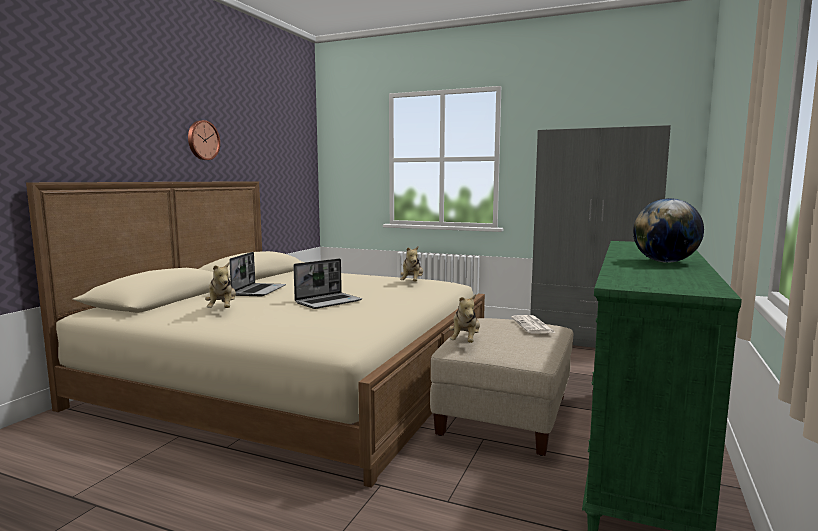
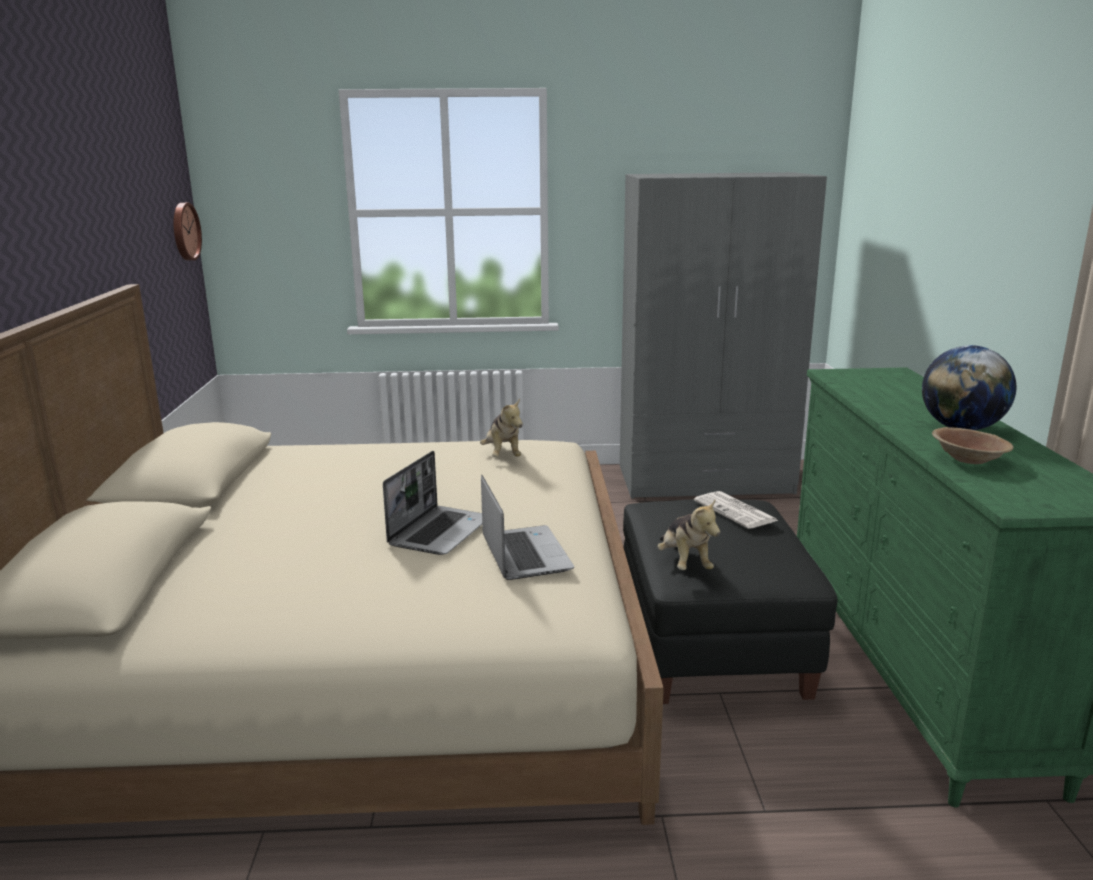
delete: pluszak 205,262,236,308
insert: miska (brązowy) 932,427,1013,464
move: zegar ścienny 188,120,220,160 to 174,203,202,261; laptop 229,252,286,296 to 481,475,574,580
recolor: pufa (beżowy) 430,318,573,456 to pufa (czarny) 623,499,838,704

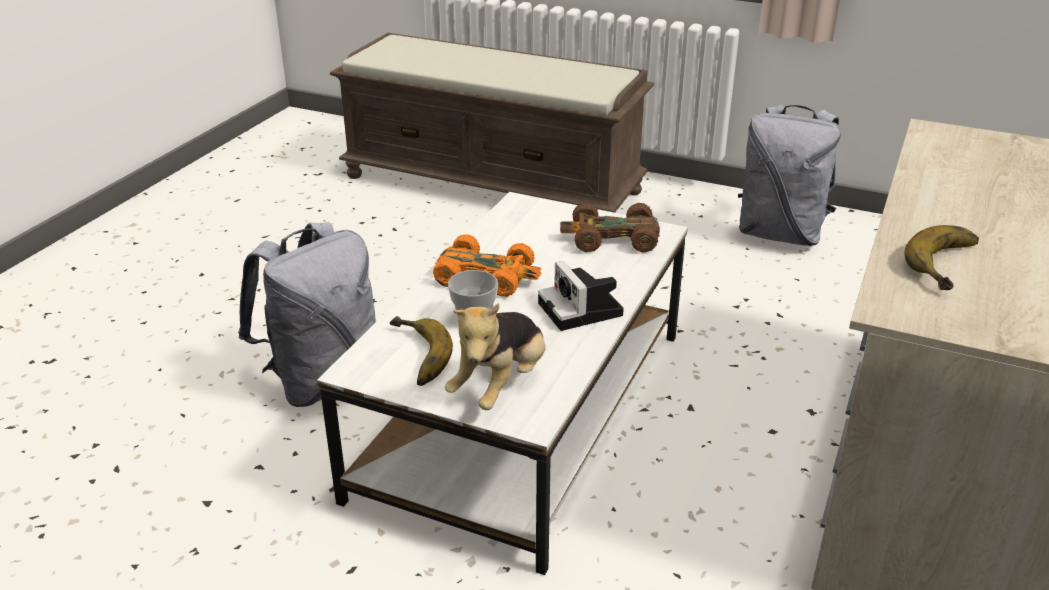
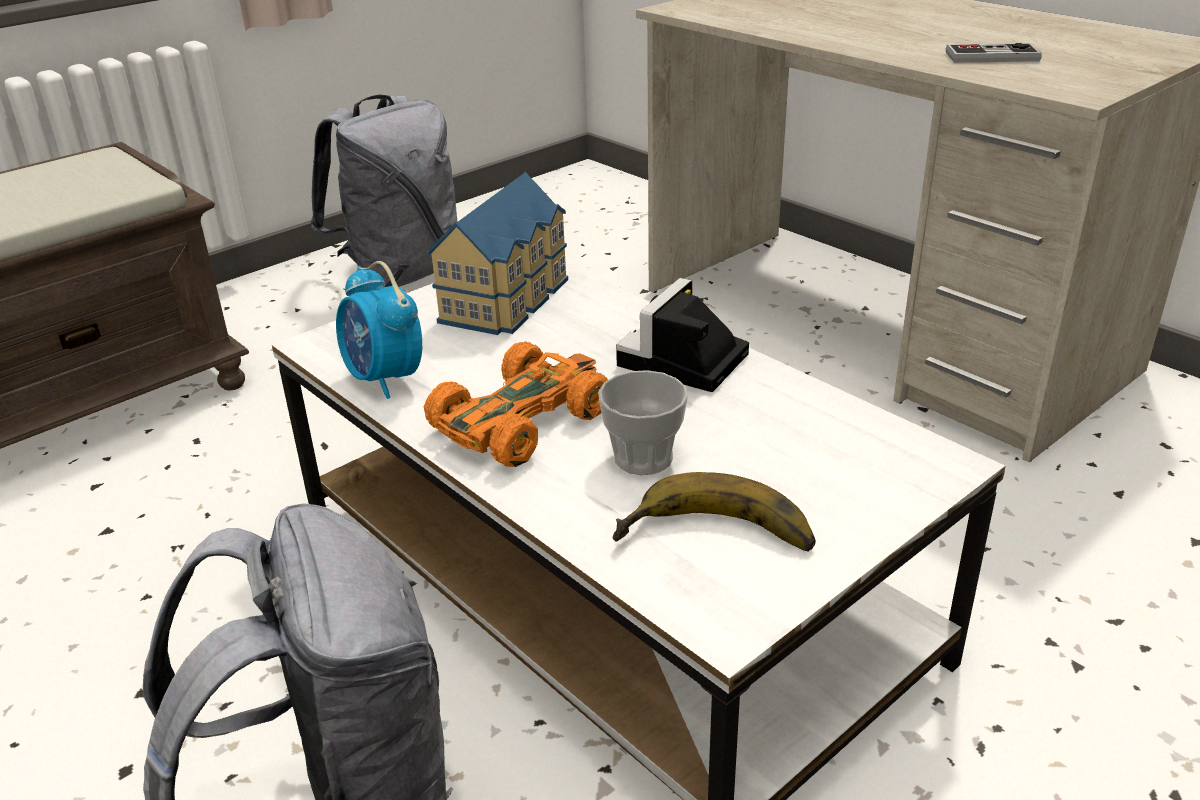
delete: pluszak 445,303,546,410
insert: budzik 336,261,422,399
replace: samochodzik (brązowy) 560,203,660,253 to domek 427,172,568,335; banan 904,225,979,290 to pad do gier 946,43,1041,63
rotate: aparat fotograficzny 538,261,624,331 = 616,278,749,392 120 degrees clockwise

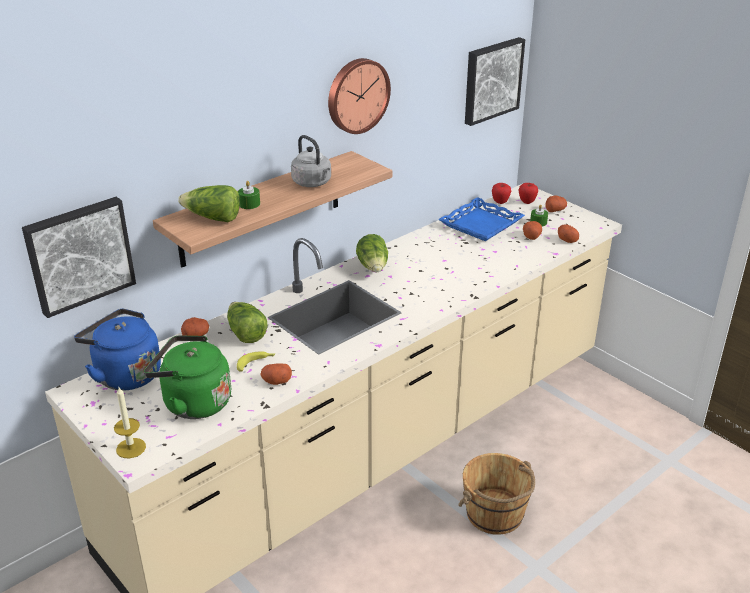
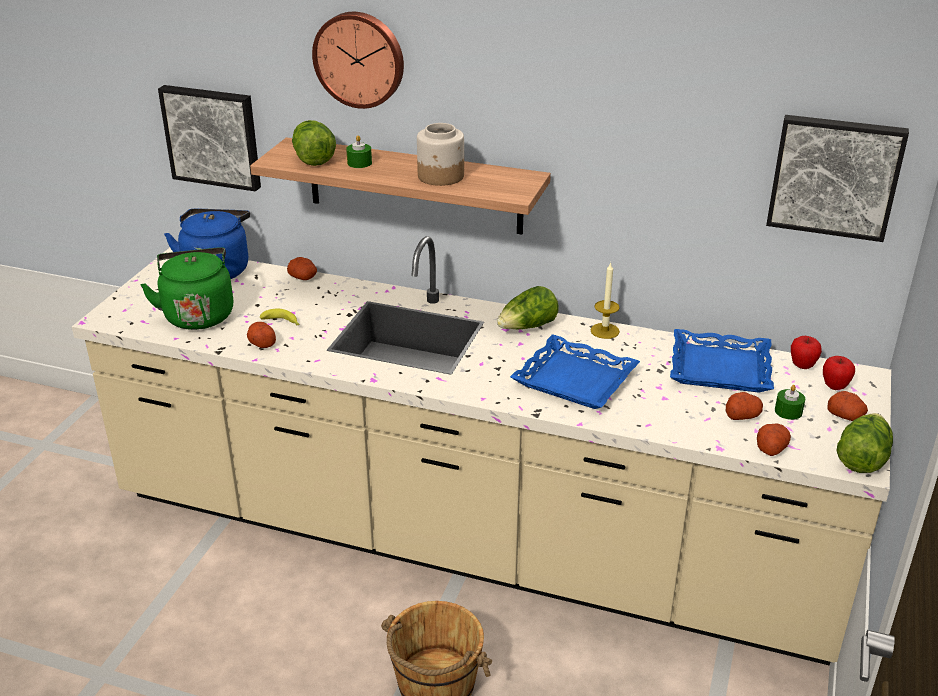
insert: taca (niebieski) 510,334,640,409
move: zegar ścienny 328,58,391,134 to 312,12,404,109; świeca 114,387,146,458 to 591,262,620,339; sałata 227,302,268,343 to 836,413,893,473
replace: czajnik (szary) 291,135,331,187 to słoik 417,123,464,186

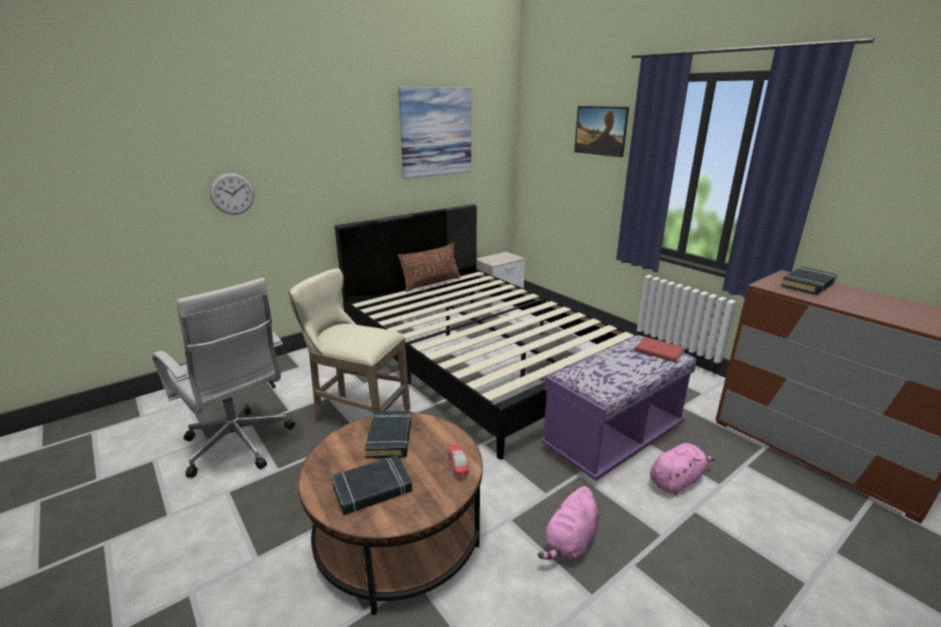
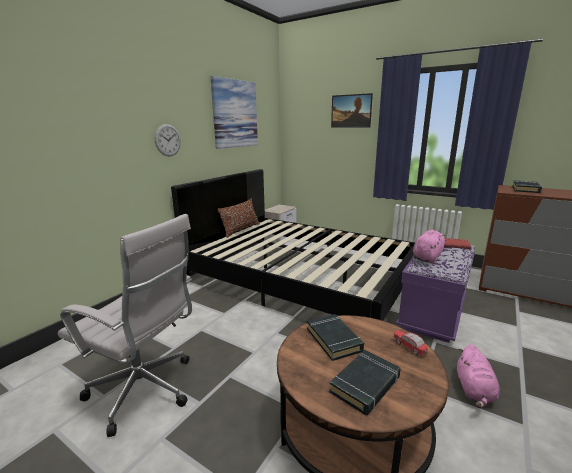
delete: stołek (beżowy) 289,268,410,422
move: zegar ścienny 210,173,254,215 to 155,124,181,156; pluszak (różowy) 650,443,716,495 to 413,230,446,264

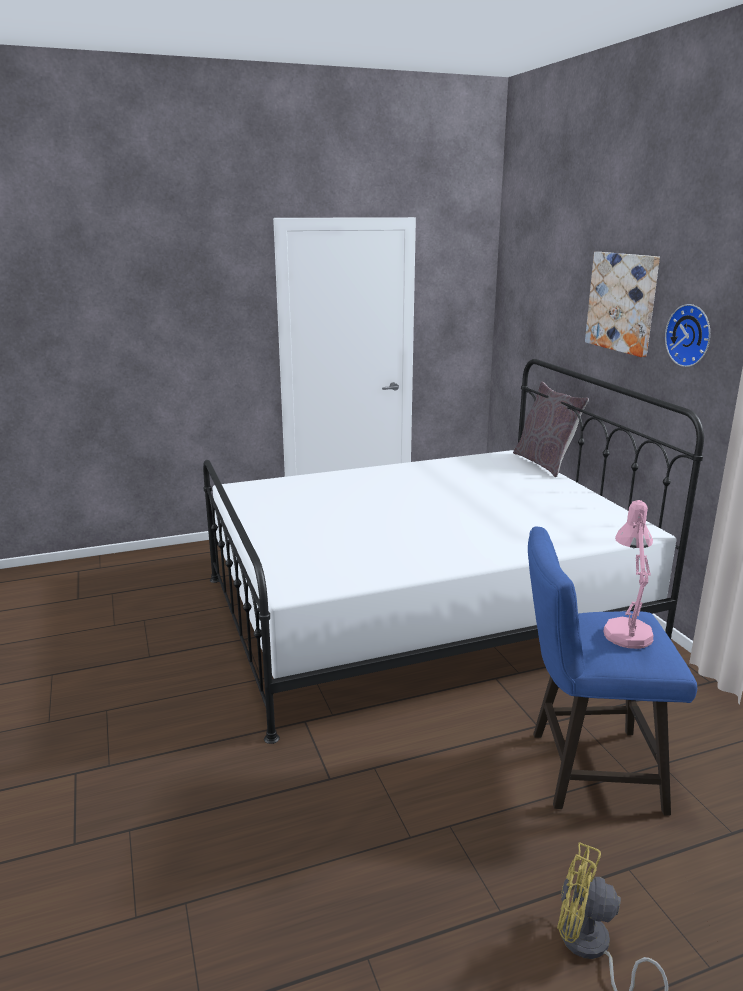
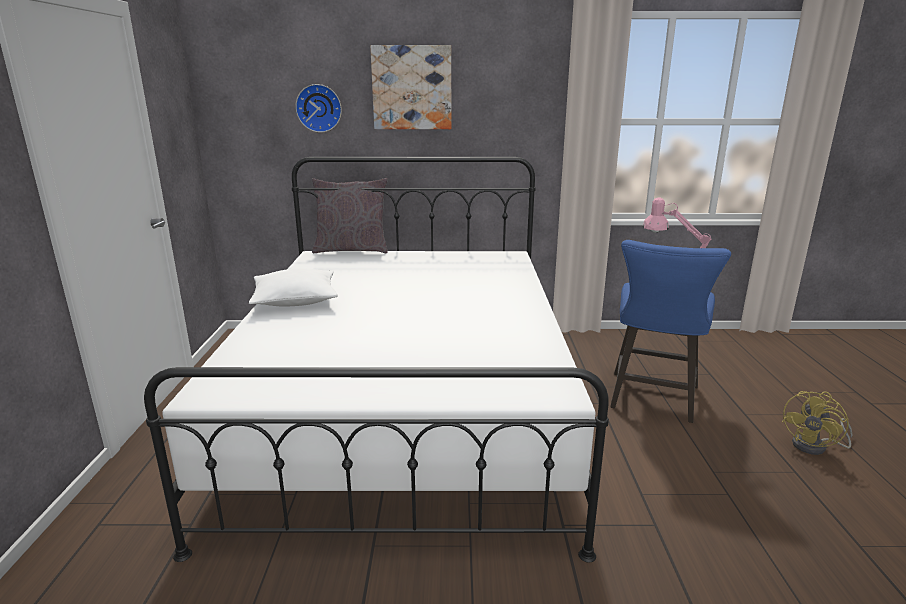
insert: poduszka (biały) 249,268,338,306
move: zegar ścienny 665,304,710,367 to 295,84,342,133

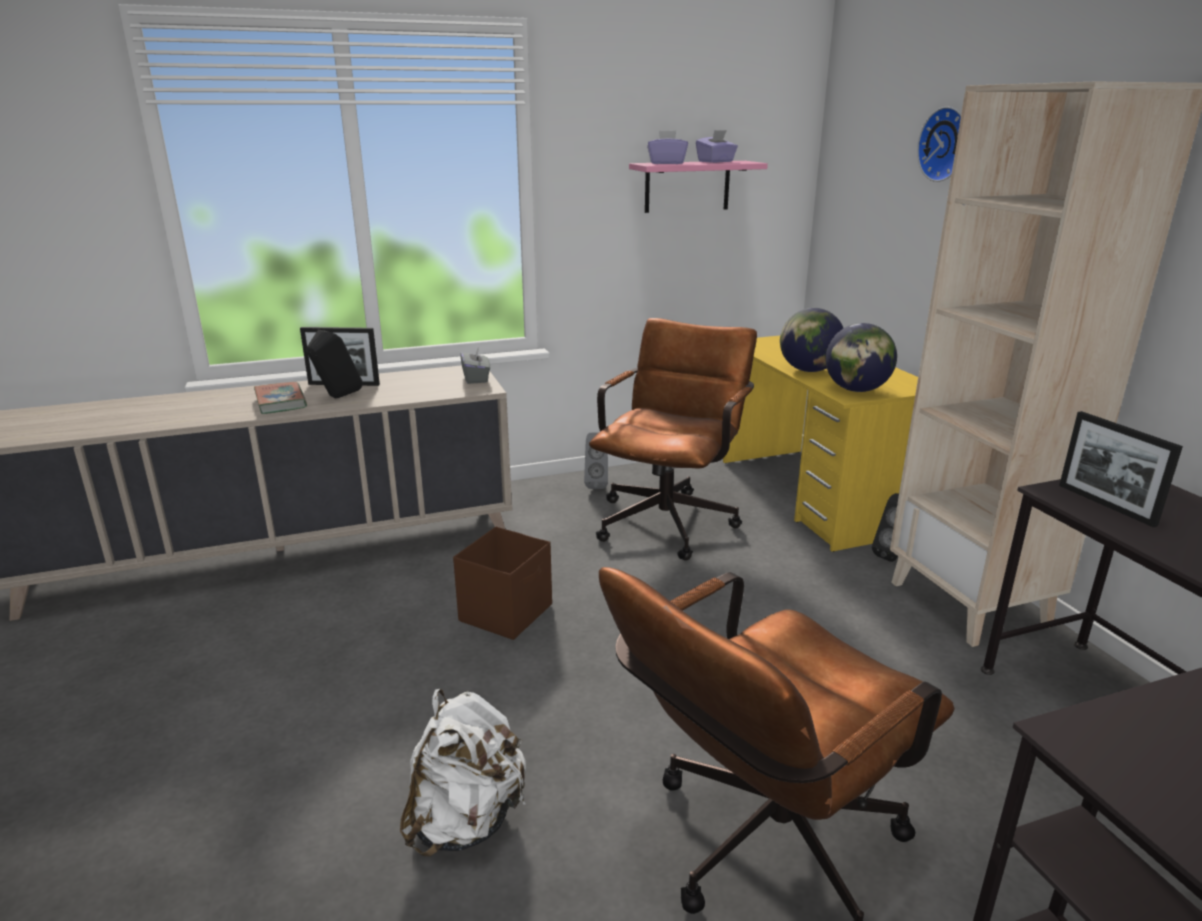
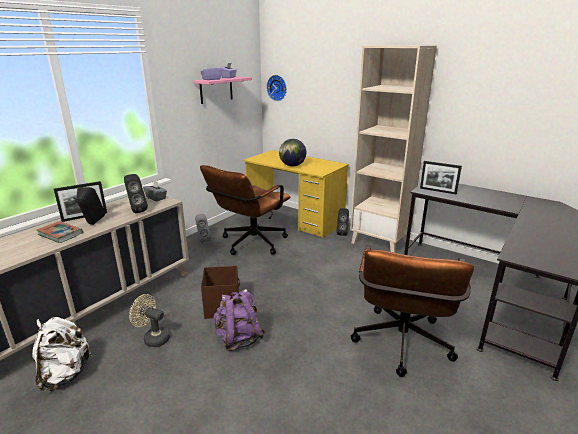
delete: globus 825,323,897,392
insert: głośnik (czarny) 124,174,148,213; wentylator (beżowy) 129,294,170,347; plecak (fioletowy) 213,289,265,351
move: plecak (biały) 400,689,526,857 to 32,317,92,391; zegar ścienny 917,107,961,182 to 266,75,287,101
rotate: krzesło biurowe (brązowy) 589,318,757,561 = 200,165,290,255 135 degrees counterclockwise

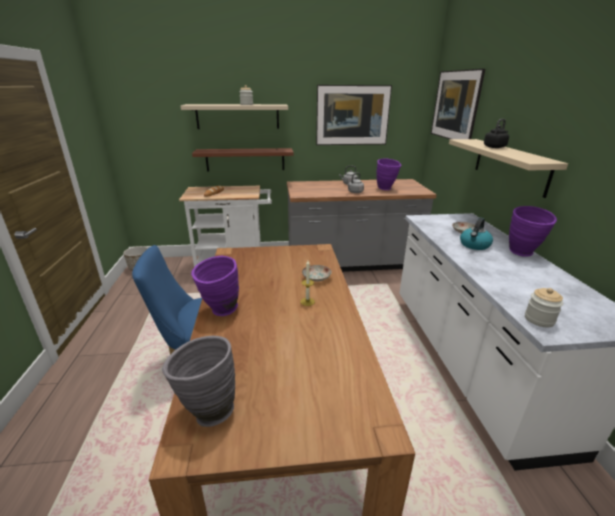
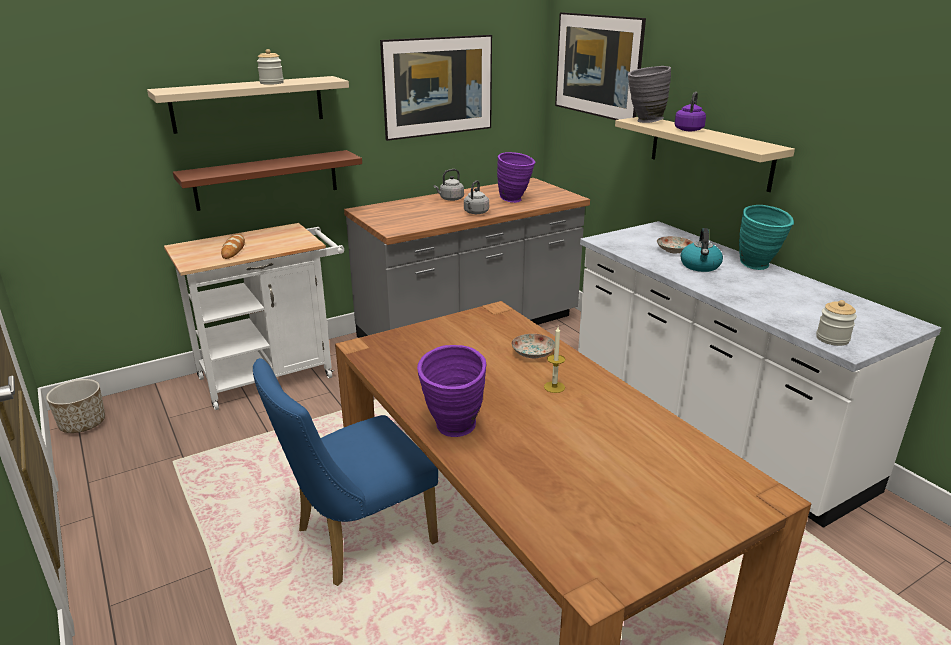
move: wazon (szary) 162,336,235,427 to 628,66,671,123
recolor: czajnik (czarny) 484,119,509,148 to czajnik (fioletowy) 675,92,706,131; wazon (fioletowy) 509,206,557,257 to wazon (turkusowy) 739,205,794,270

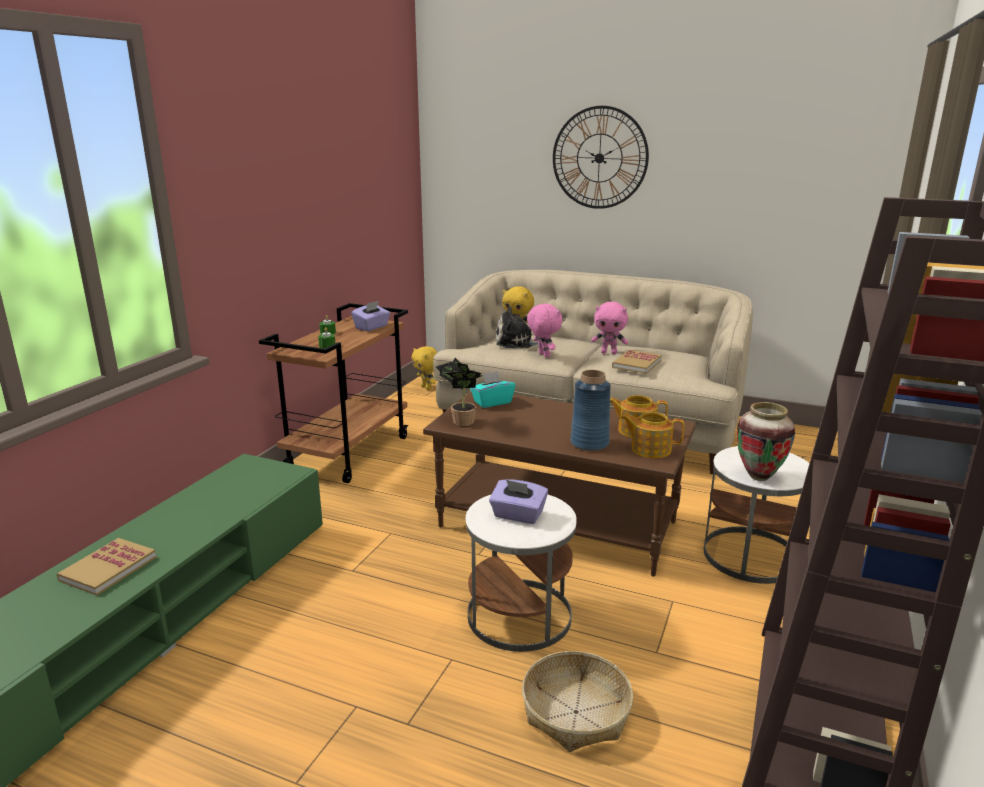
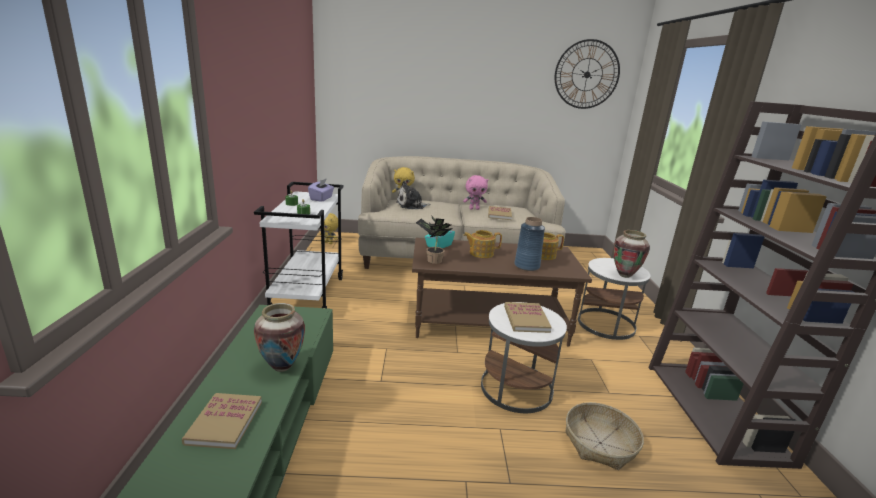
delete: pluszak (różowy) 527,303,562,358
insert: wazon 254,303,305,372
move: imbryk 620,412,684,458 to 463,230,502,258; zegar ścienny 553,106,649,209 to 555,39,620,109
replace: pudełko chusteczek (fioletowy) 489,479,548,524 to książka 504,302,552,333
recolor: wózek (brązowy) 259,303,408,483 to wózek (biały) 254,182,343,308

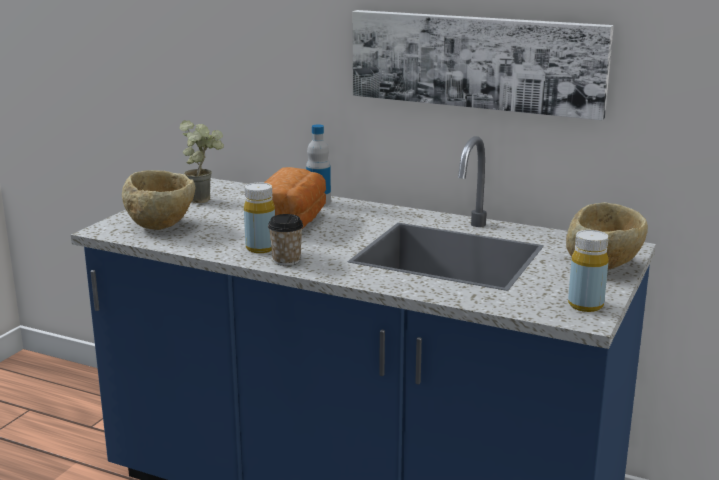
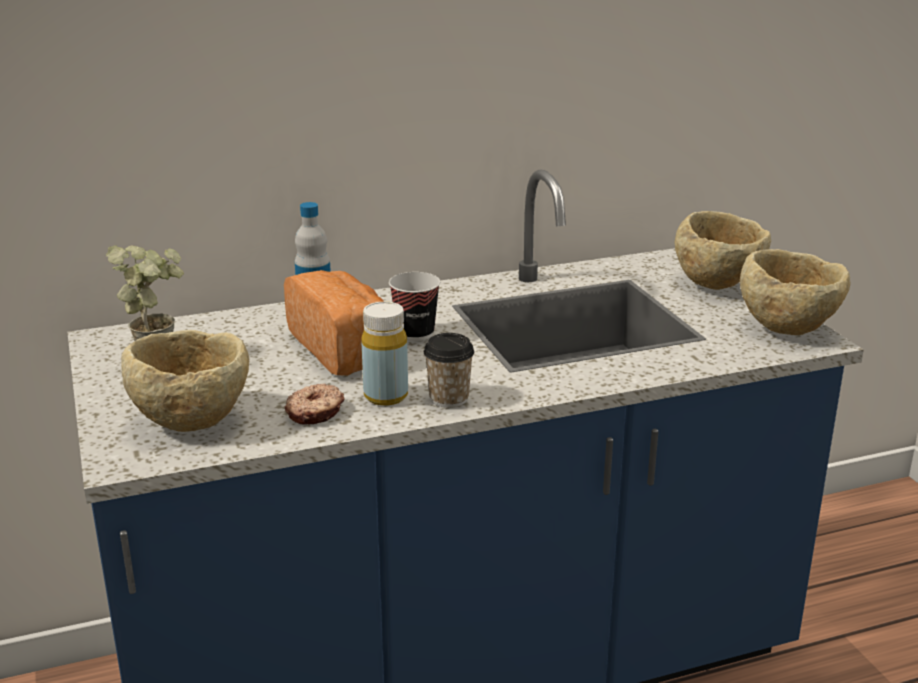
delete: obraz 353,10,614,120
insert: donut 285,384,345,425; filiżanka 389,272,440,341
replace: butelka (żółty) 568,230,609,312 to miska (beżowy) 740,249,851,335

